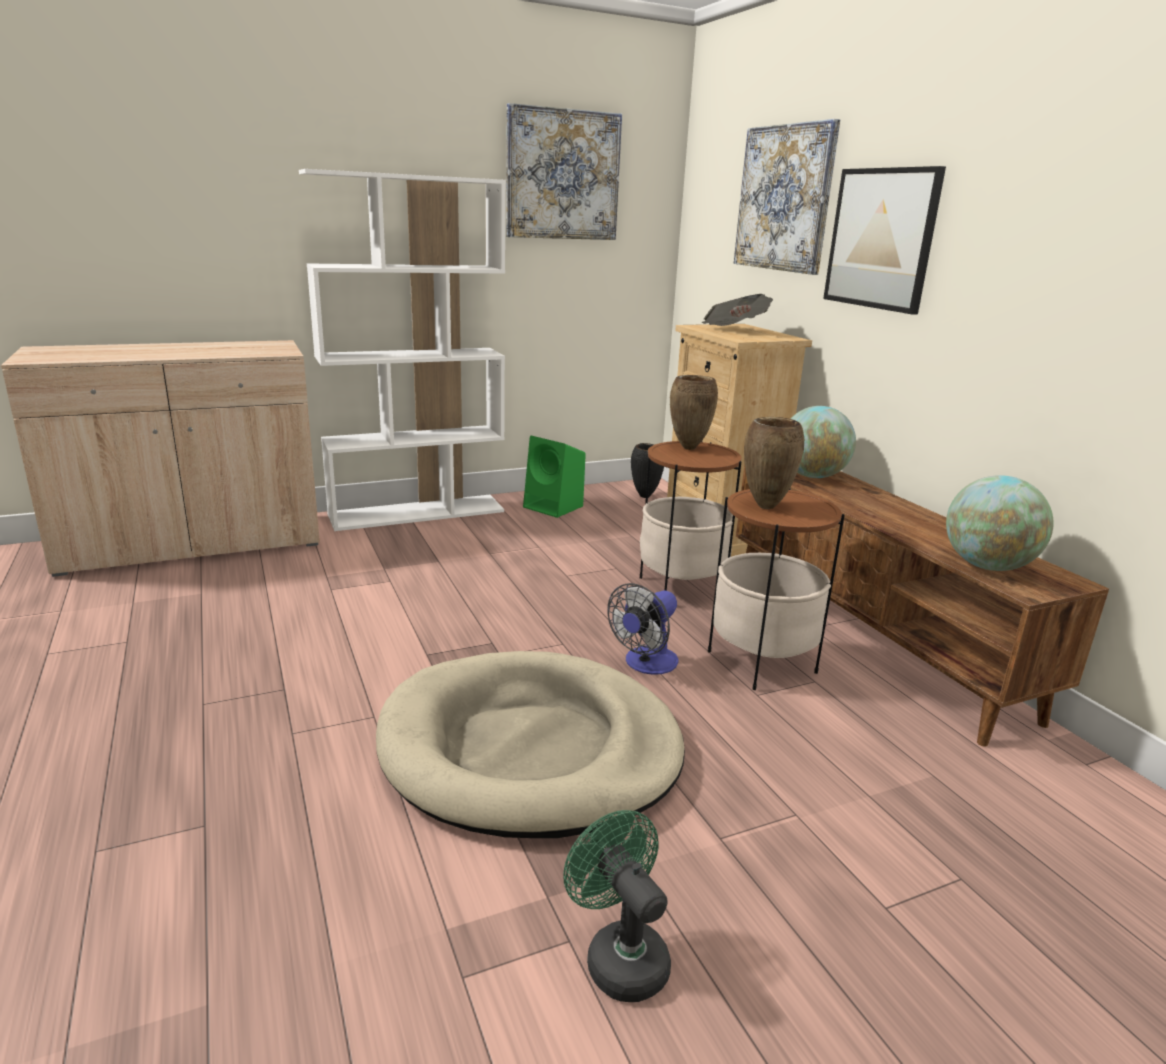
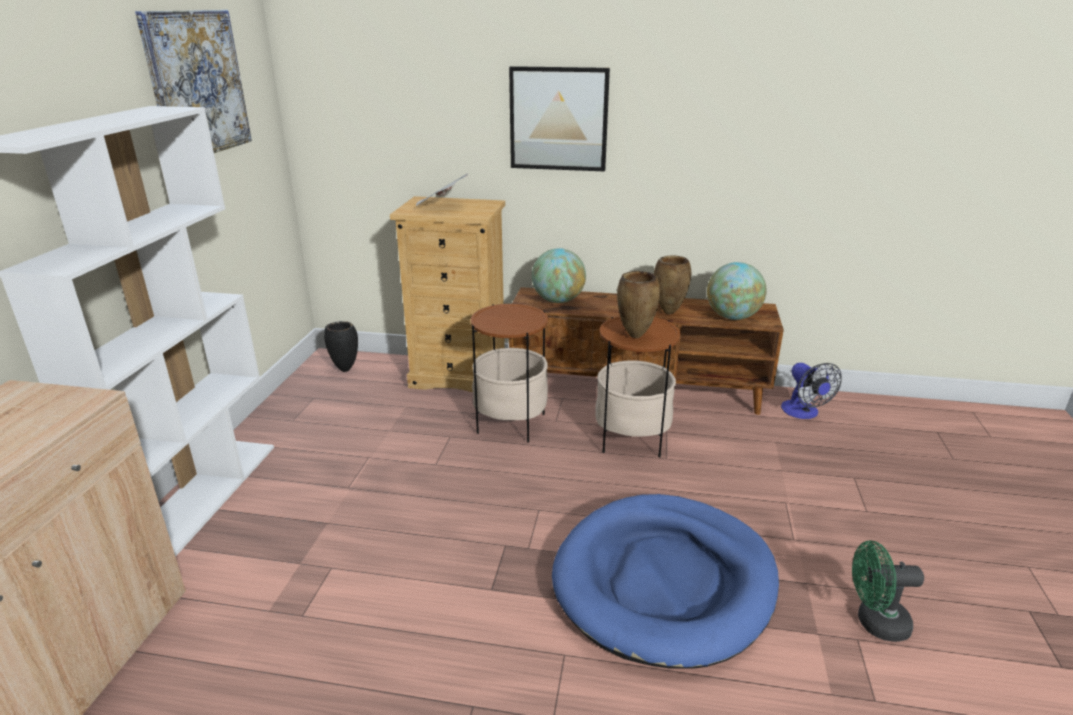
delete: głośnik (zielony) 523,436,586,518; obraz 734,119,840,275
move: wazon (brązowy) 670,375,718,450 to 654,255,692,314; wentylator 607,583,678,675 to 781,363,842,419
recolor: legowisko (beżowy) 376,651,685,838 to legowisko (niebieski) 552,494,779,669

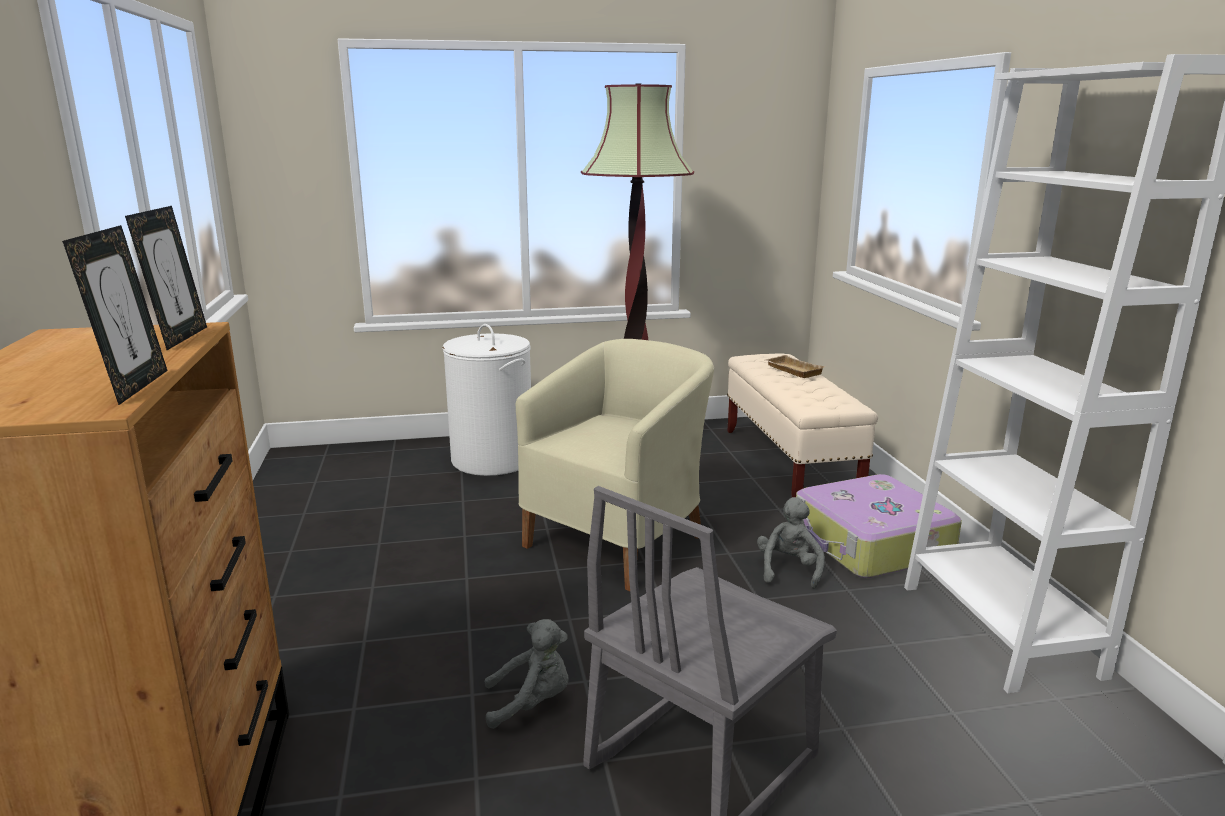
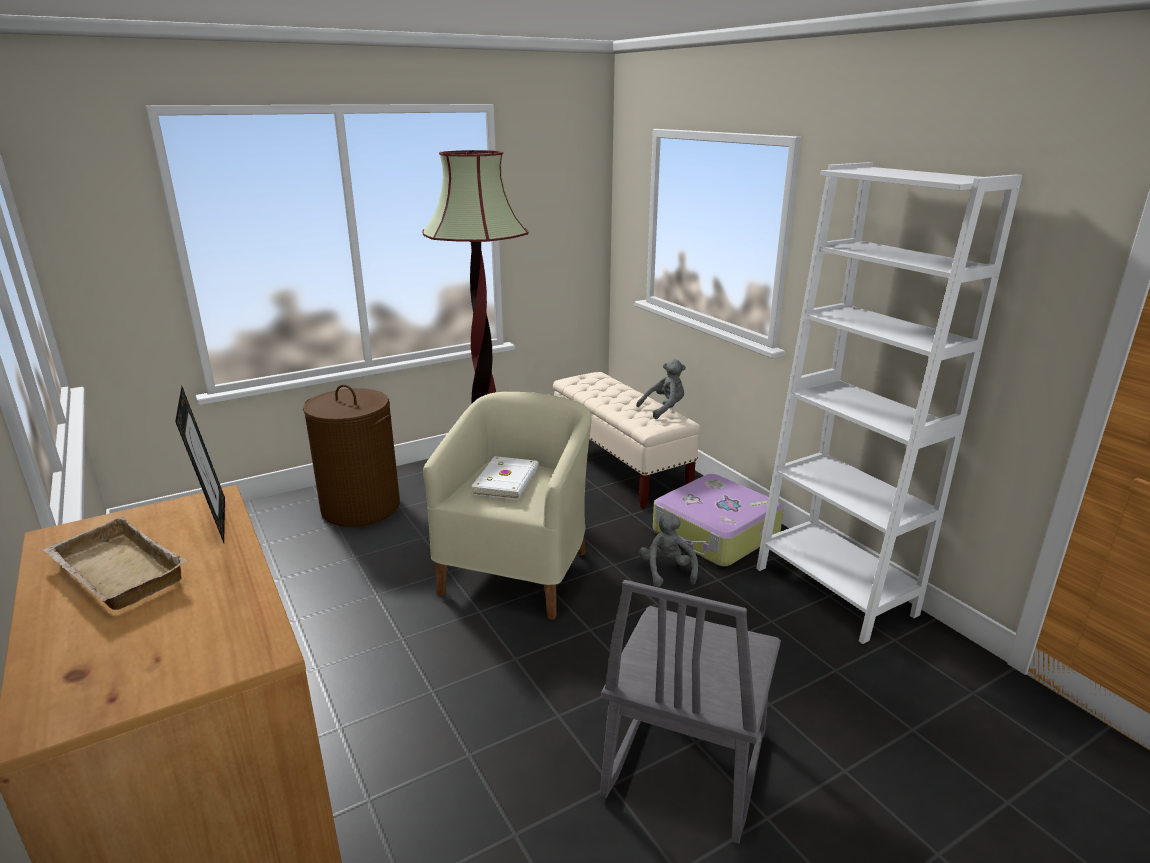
delete: ramka na zdjęcie 62,225,168,405
insert: książka (biały) 471,456,539,500
move: taca (beżowy) 765,355,826,378 to 43,517,187,610; pluszak (szary) 484,619,569,729 to 636,359,686,419
recolor: kosz na pranie (biały) 442,324,531,476 to kosz na pranie (brązowy) 303,384,400,527

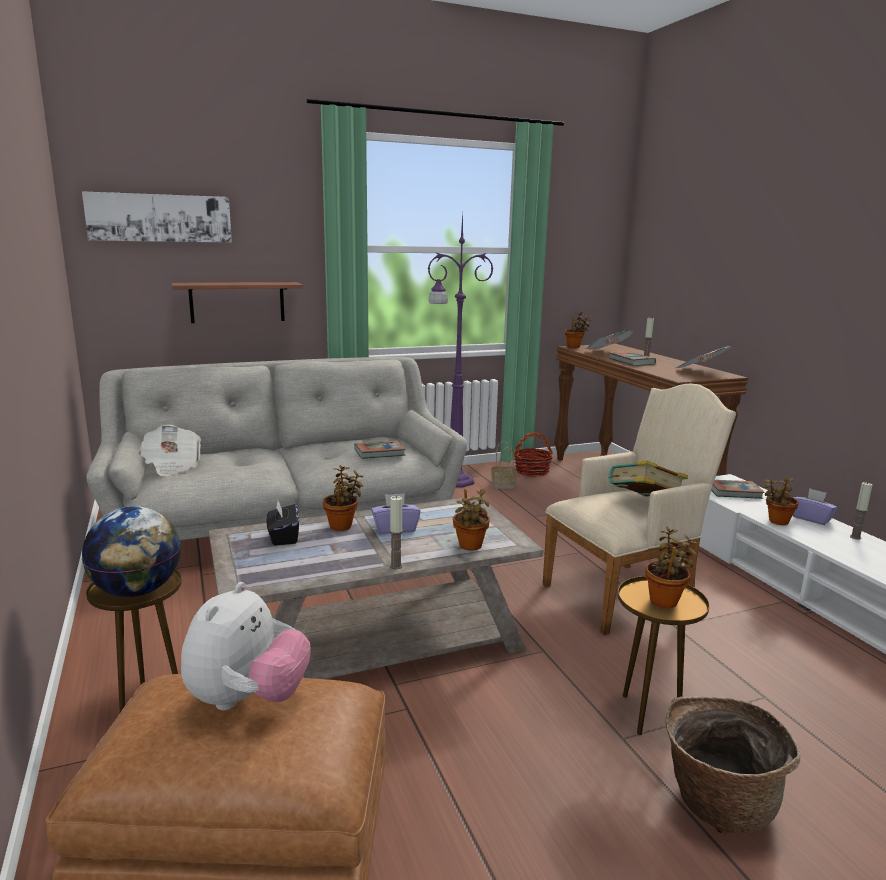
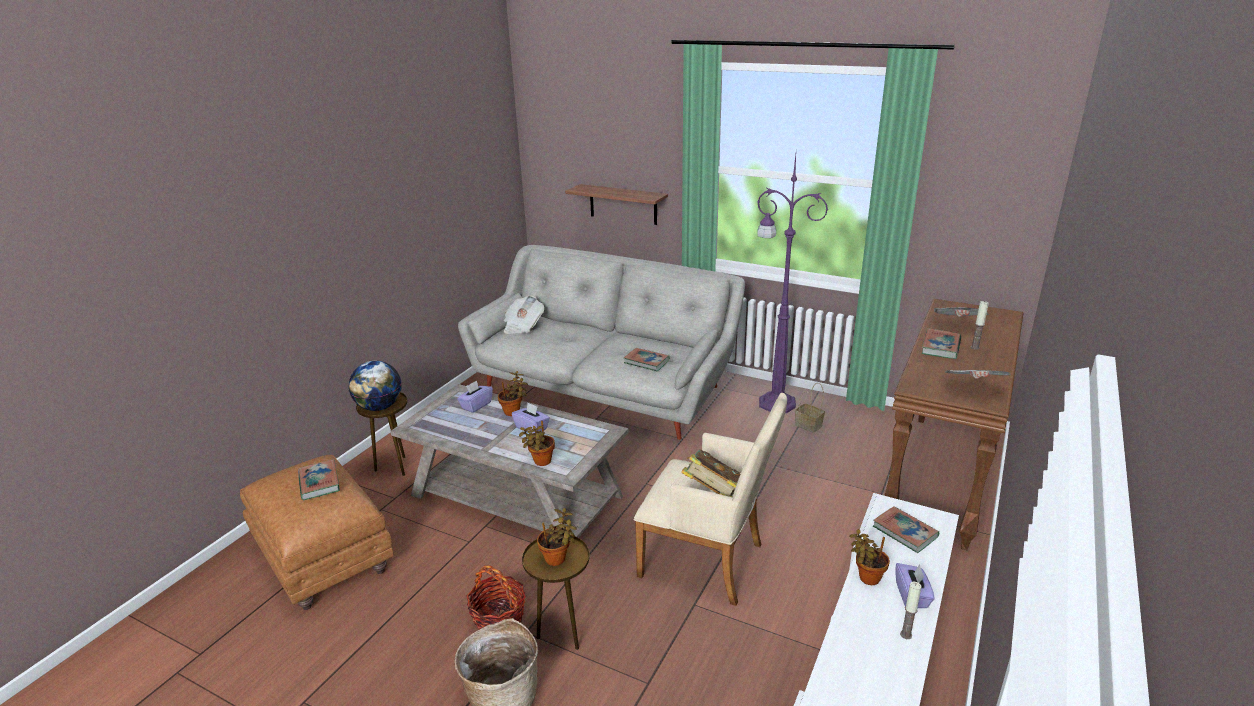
delete: obraz 82,191,232,243; świeca 390,496,403,569; roślina doniczkowa 565,312,591,348
move: koszyk 514,432,553,477 to 467,565,526,630
replace: pluszak 181,582,311,710 to książka 298,459,340,501
recolor: pudełko chusteczek (czarny) 267,500,299,545 to pudełko chusteczek (fioletowy) 457,380,493,413

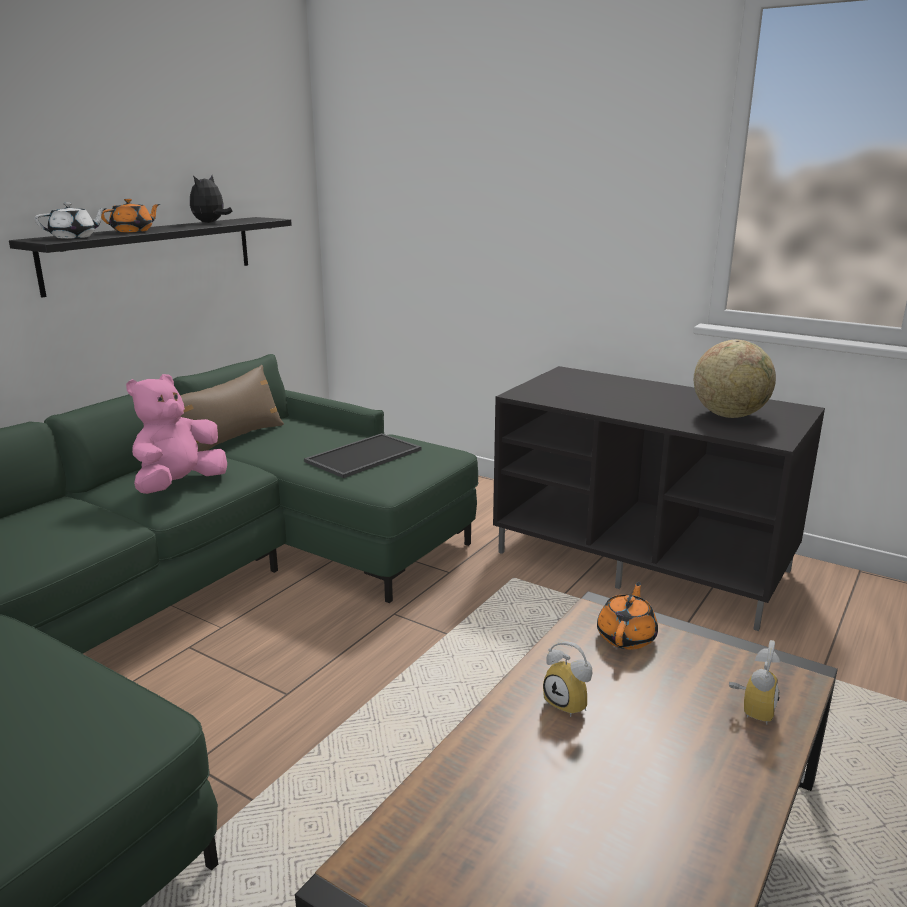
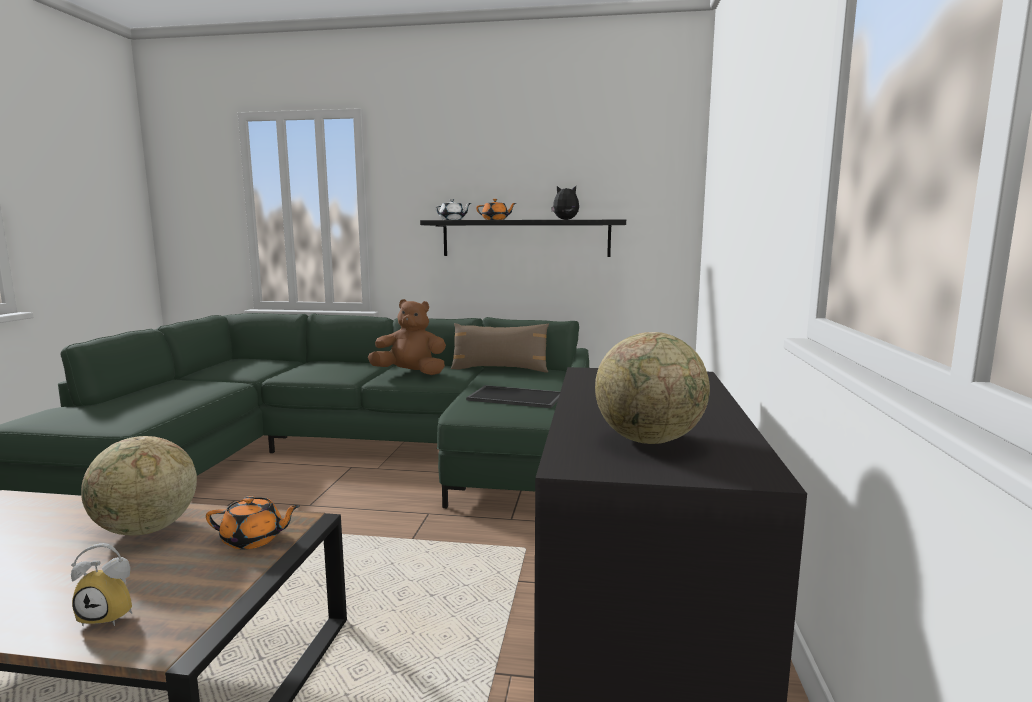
replace: budzik 543,641,593,717 to globus 81,436,197,535
recolor: pluszak (różowy) 126,374,227,494 to pluszak (brązowy) 368,299,446,375

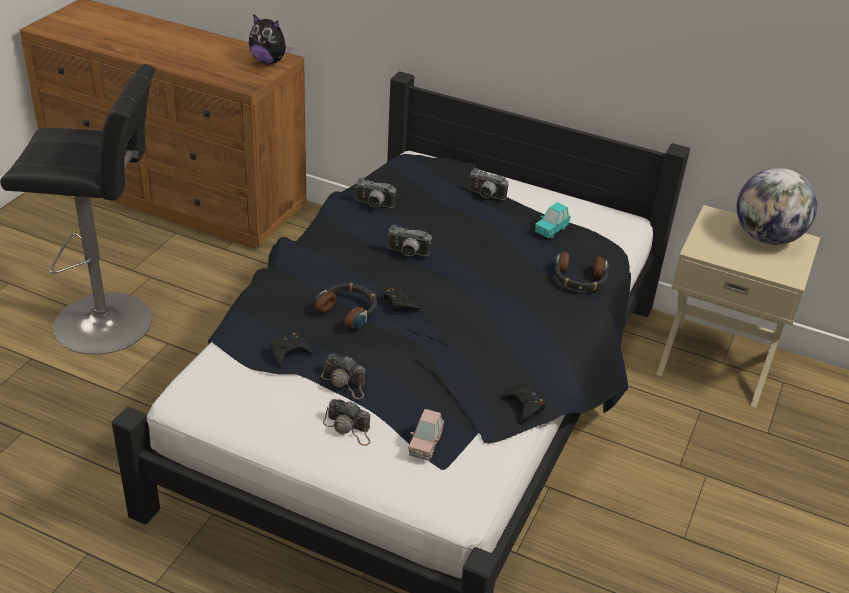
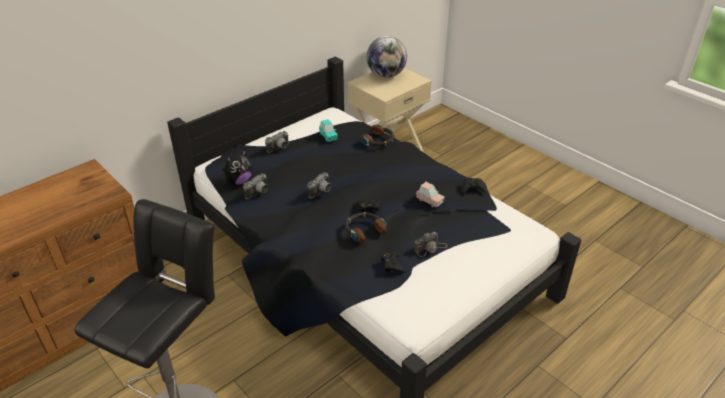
delete: aparat fotograficzny 323,399,370,446
move: pluszak 249,14,293,64 to 223,149,253,185; samochodzik (różowy) 408,409,444,460 to 416,182,445,207

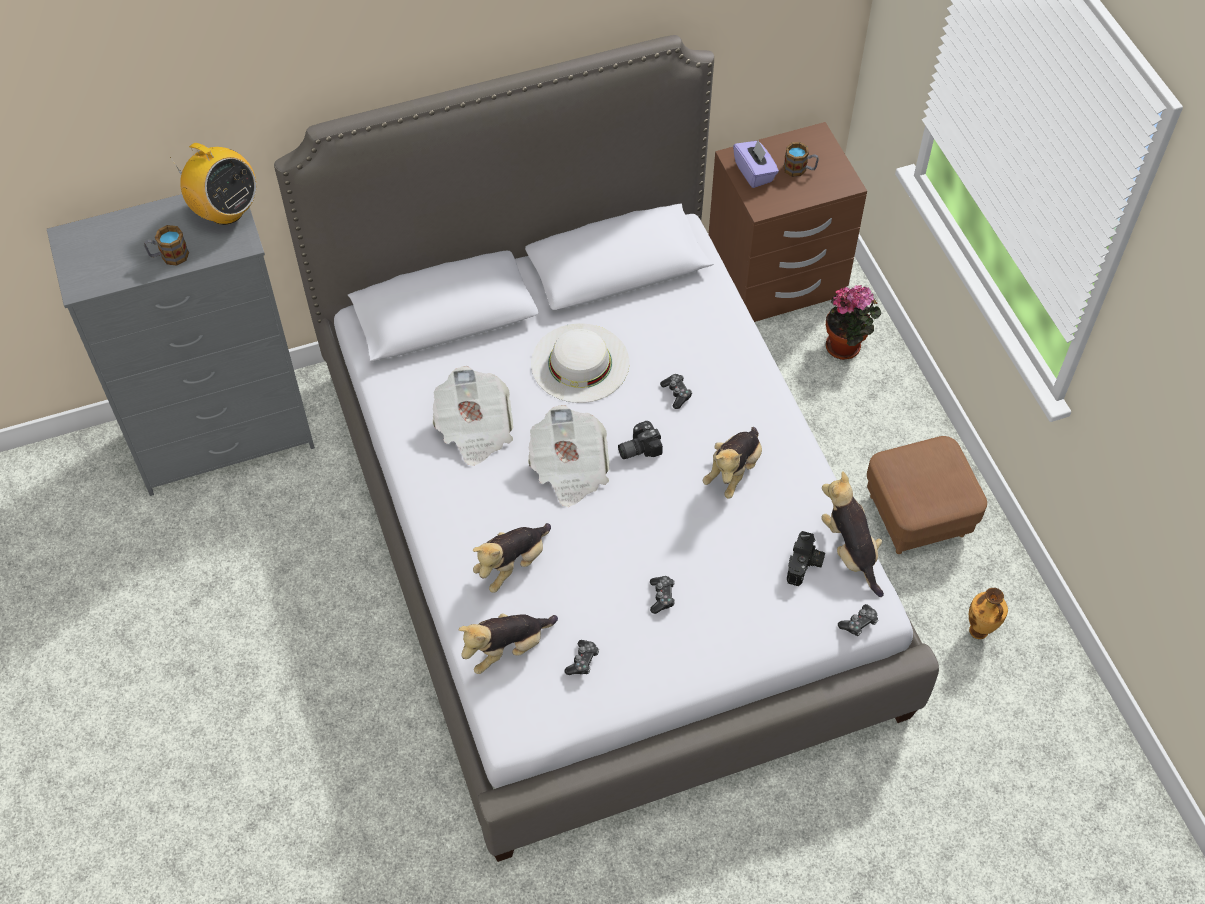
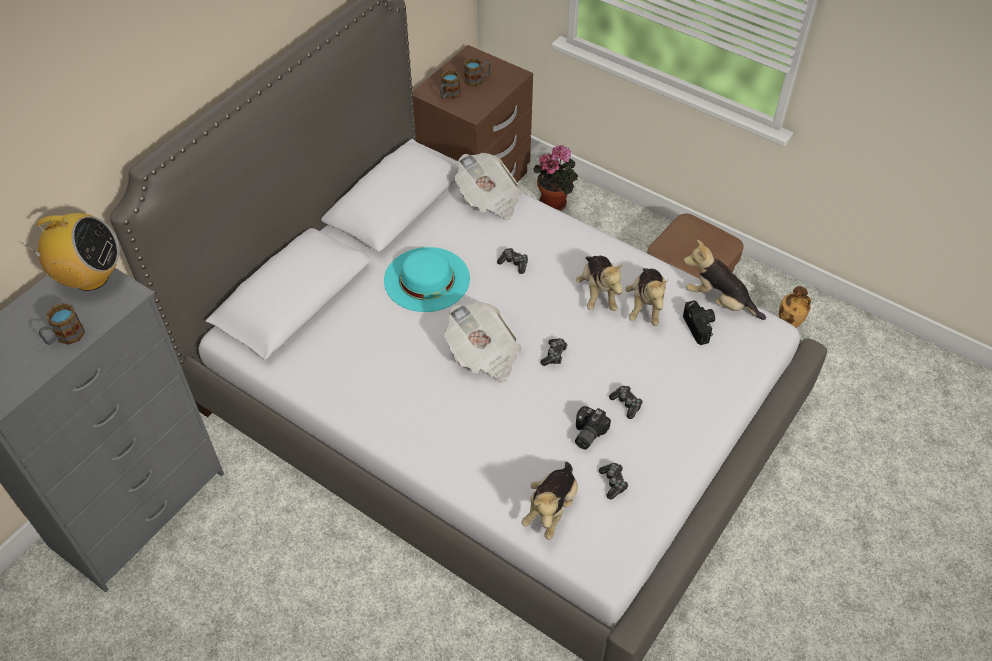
move: gazeta 432,366,513,466 to 455,153,522,220; pad do gier 838,604,878,636 to 540,338,567,366; aparat fotograficzny 618,421,663,459 to 575,406,611,449; pluszak 473,523,551,593 to 625,268,668,326
replace: pudełko chusteczek (fioletowy) 733,140,779,188 to kubek 440,70,461,99
recolor: kapelusz (biały) 531,323,629,403 to kapelusz (turkusowy) 384,247,470,312

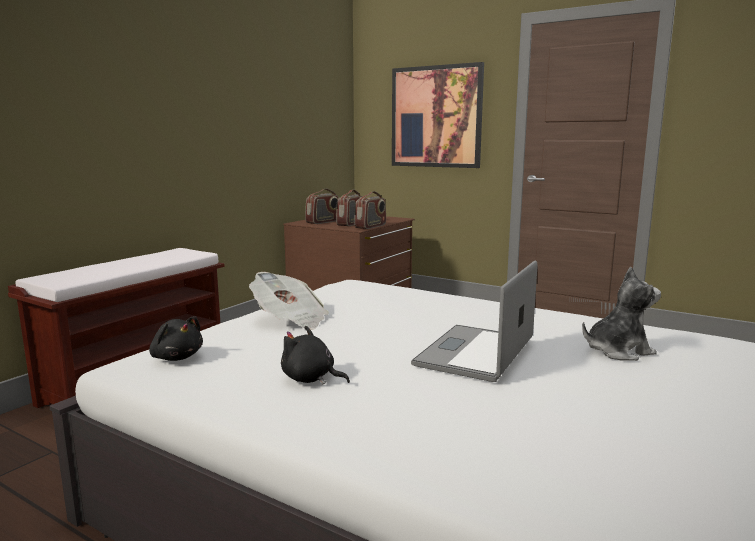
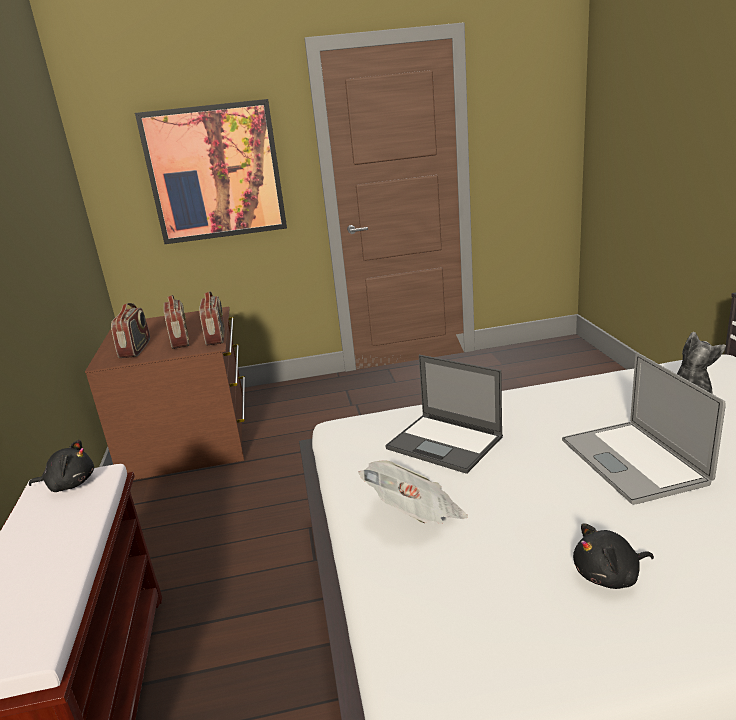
insert: laptop 385,355,503,474
move: pluszak (czarny) 149,316,203,361 to 29,440,94,492

